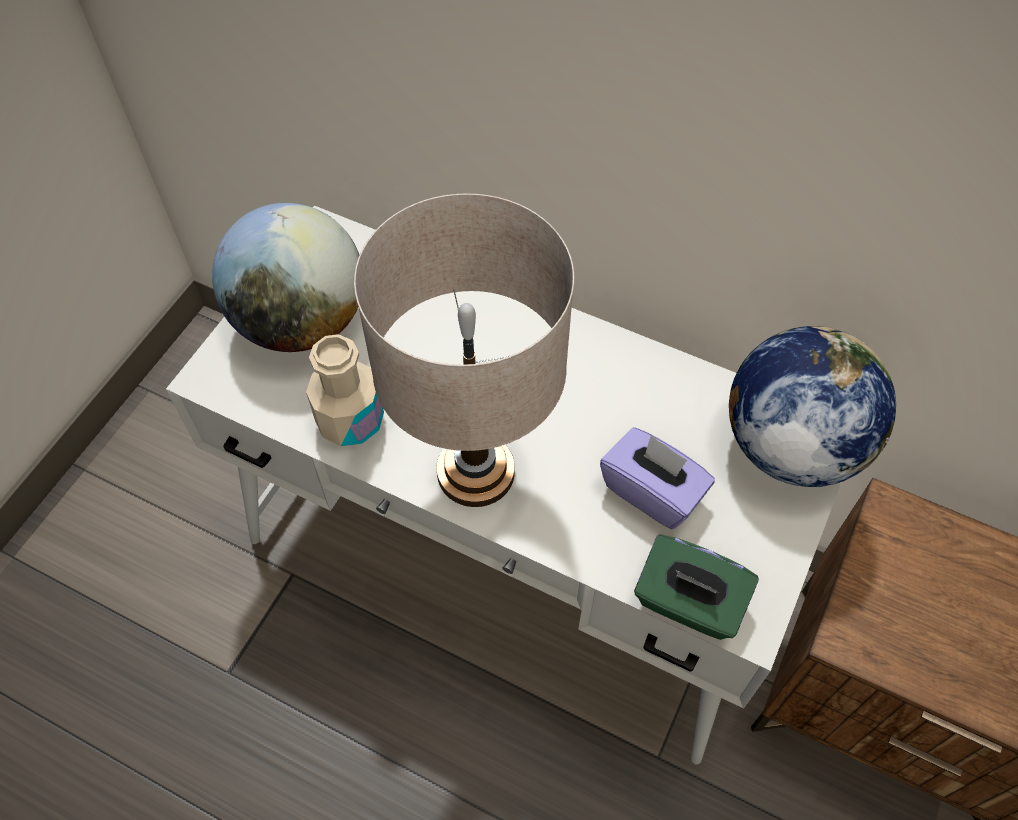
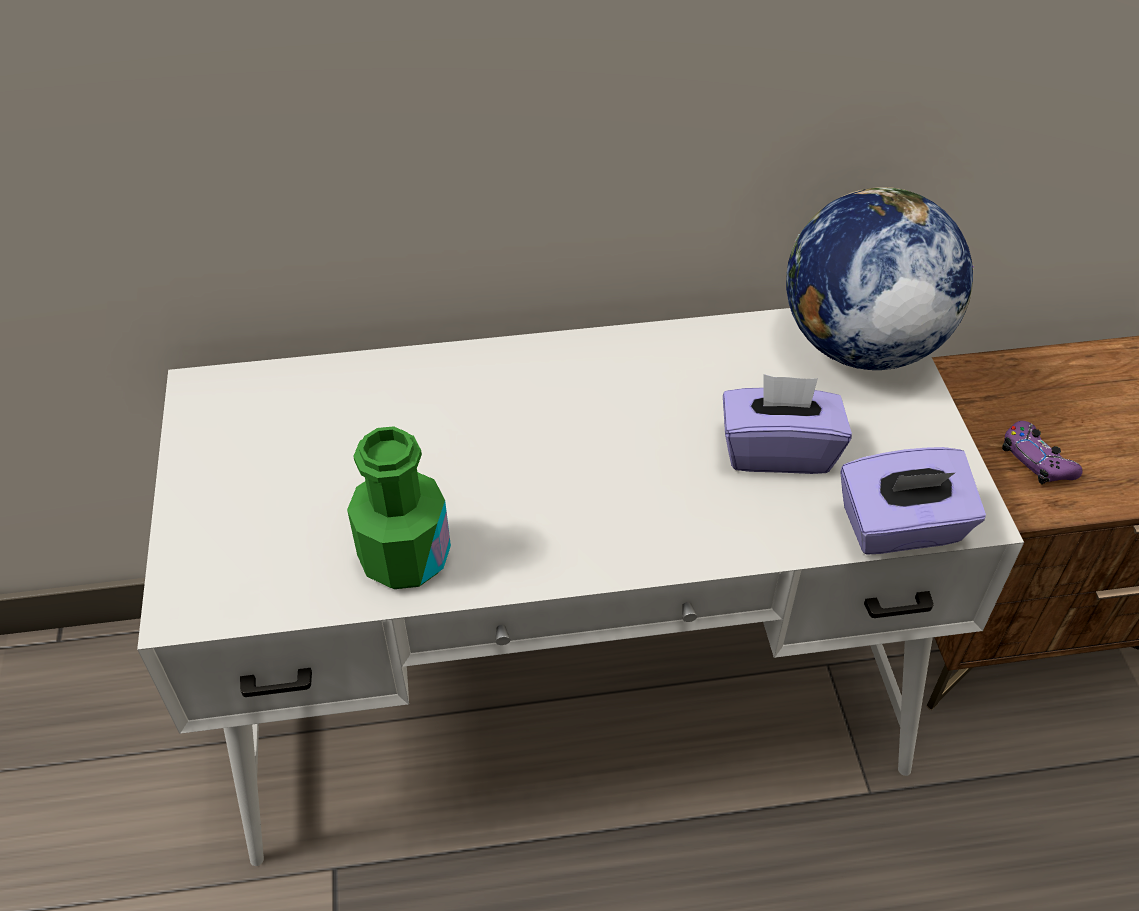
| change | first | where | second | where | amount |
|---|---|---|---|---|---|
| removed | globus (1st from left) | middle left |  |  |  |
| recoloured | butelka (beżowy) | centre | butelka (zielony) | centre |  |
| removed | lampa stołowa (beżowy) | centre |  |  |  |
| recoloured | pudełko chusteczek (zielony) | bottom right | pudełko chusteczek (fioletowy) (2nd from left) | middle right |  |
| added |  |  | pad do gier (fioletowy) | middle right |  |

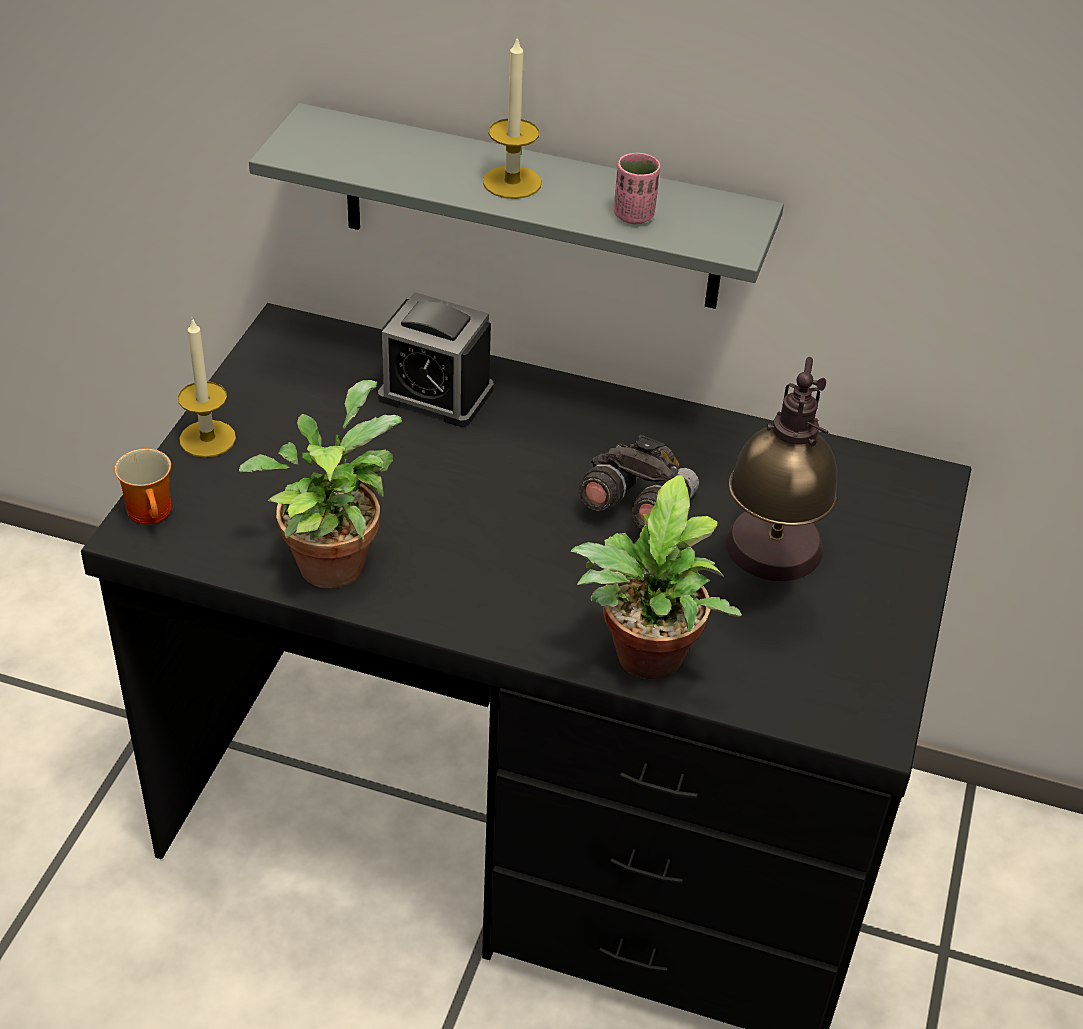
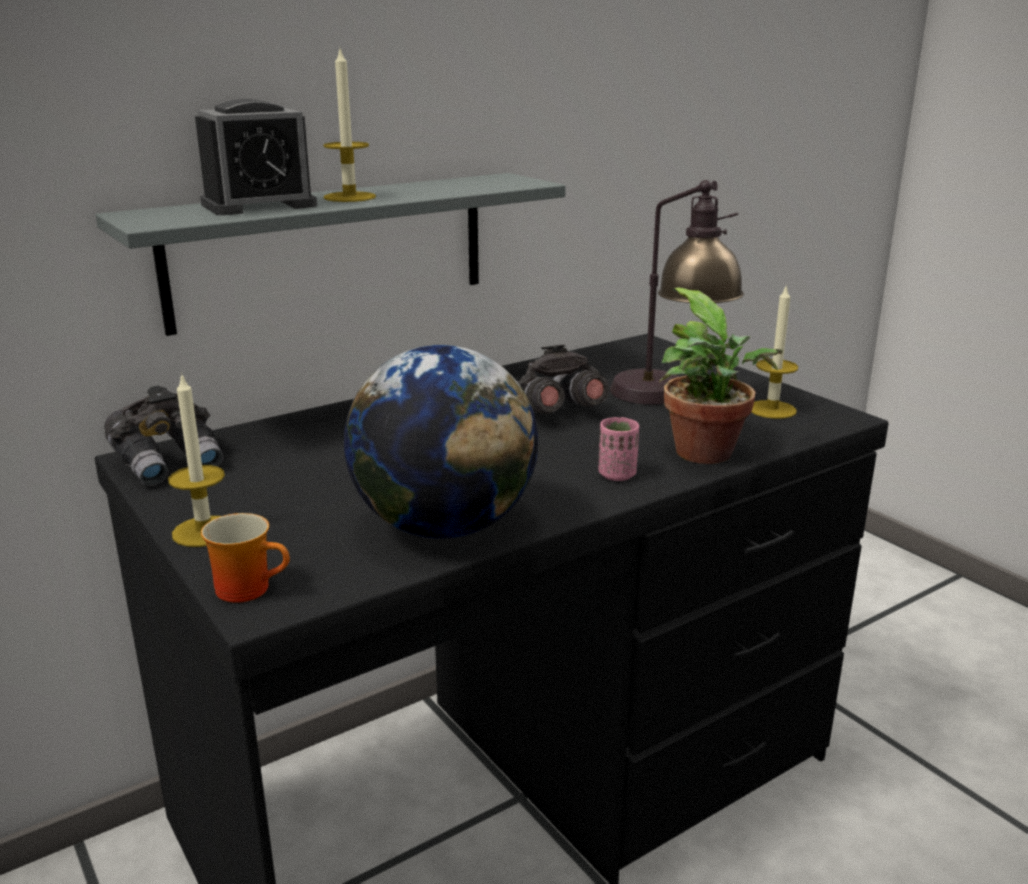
| change | first | where | second | where | amount |
|---|---|---|---|---|---|
| replaced | roślina doniczkowa (1st from left) | middle left | globus | centre |  |
| moved | budzik | centre |  | top left |  |
| moved | filiżanka (różowy) | top centre |  | centre |  |
| added |  |  | lornetka (szary) (1st from left) | middle left |  |
| added |  |  | świeca (3rd from left) | middle right |  |

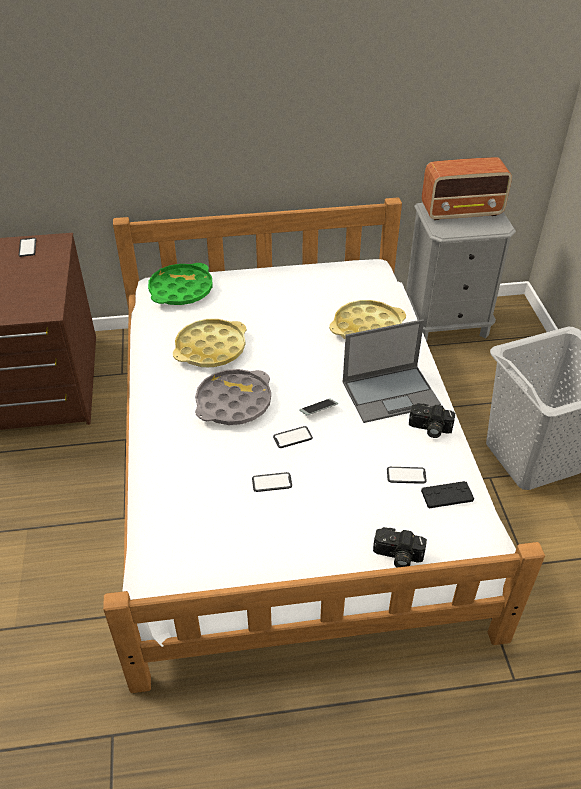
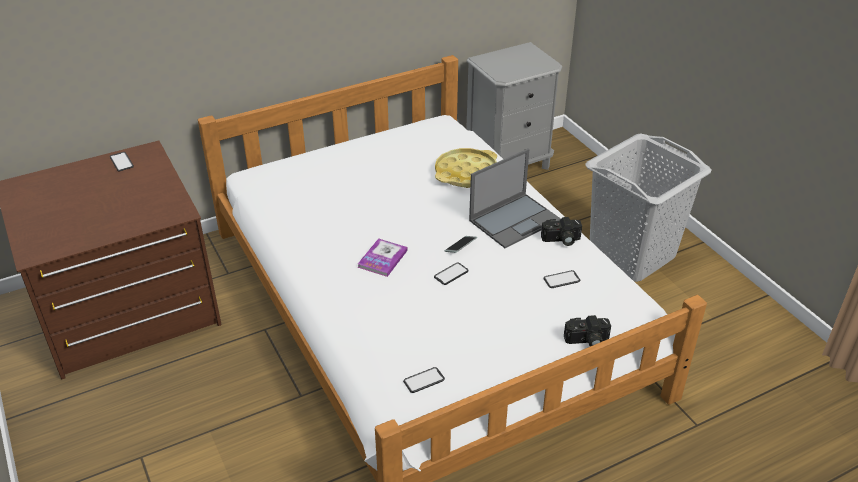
| change | first | where | second | where | amount |
|---|---|---|---|---|---|
| removed | taca (zielony) | middle left |  |  |  |
| removed | taca (żółty) (1st from left) | centre |  |  |  |
| replaced | taca (szary) | centre | książka | centre |  |
| moved | telefon (2nd from left) | centre |  | bottom centre |  |
| removed | pad do gier (czarny) | middle right |  |  |  |
| removed | radio | top right |  |  |  |

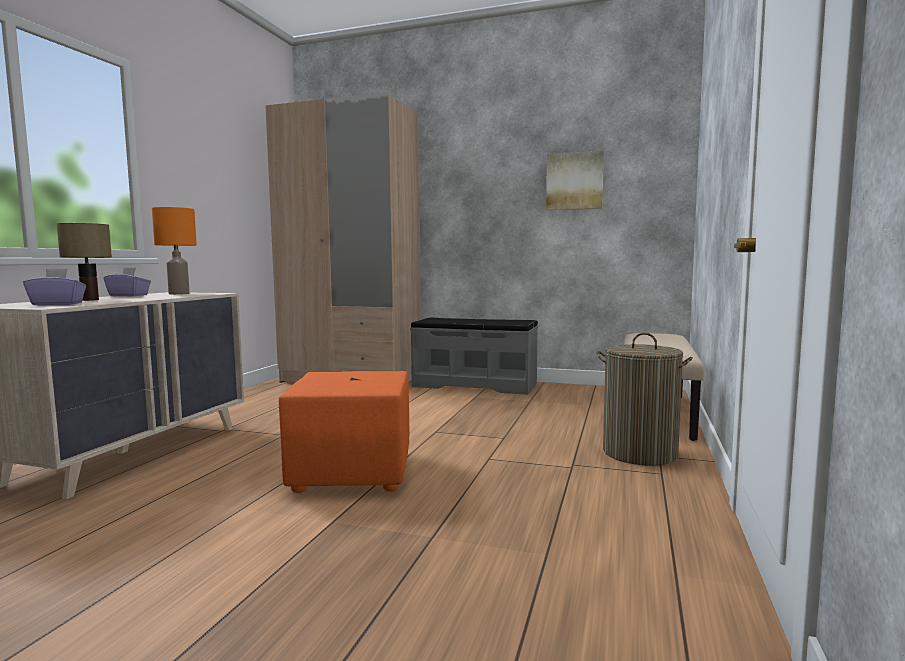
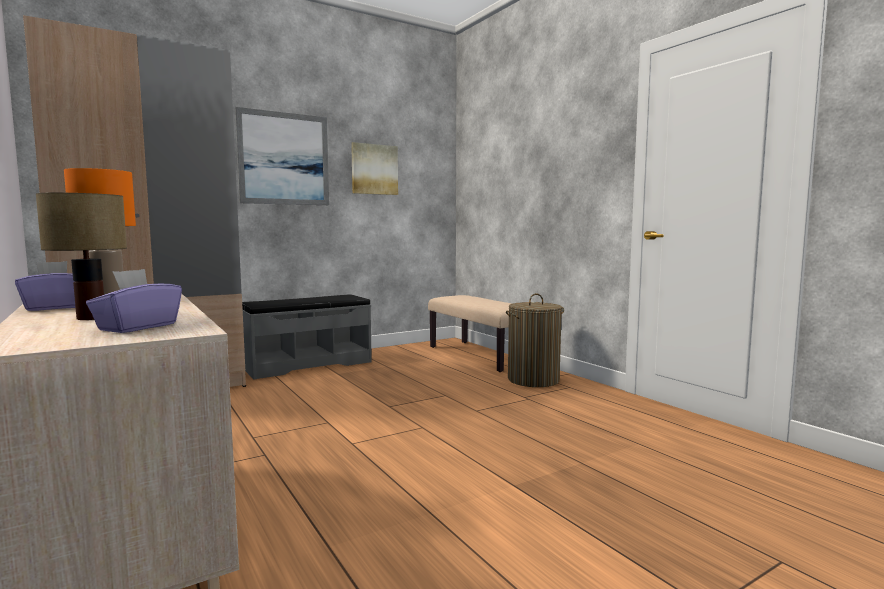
| change | first | where | second | where | amount |
|---|---|---|---|---|---|
| removed | pufa (pomarańczowy) | centre |  |  |  |
| added |  |  | obraz (1st from left) | top left |  |

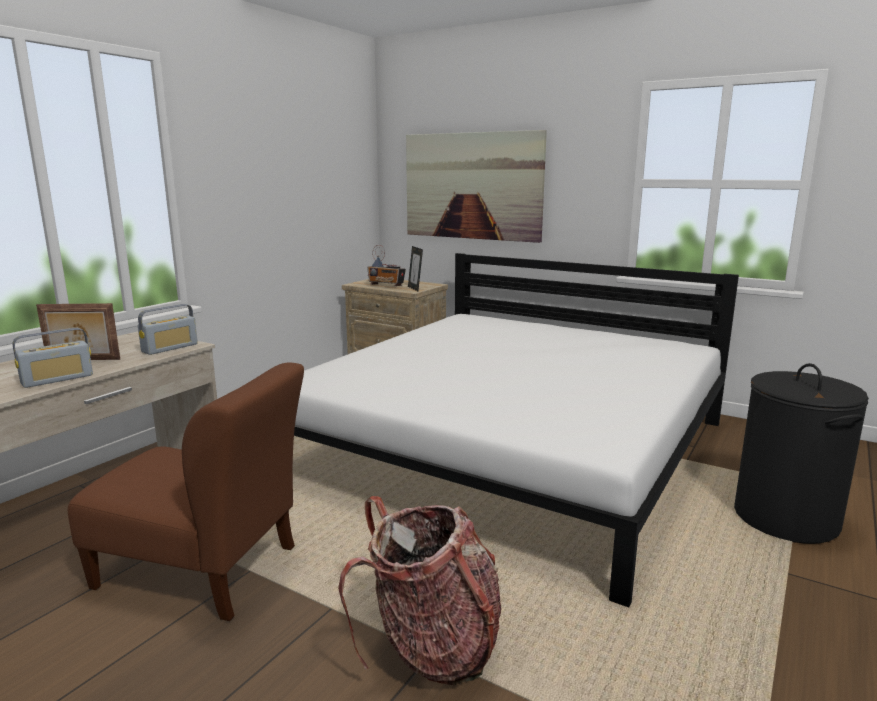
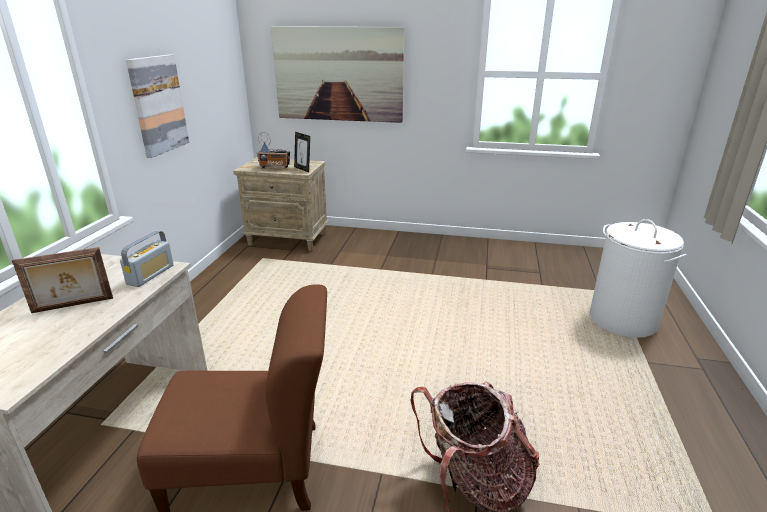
| change | first | where | second | where | amount |
|---|---|---|---|---|---|
| removed | radio (1st from left) | middle left |  |  |  |
| removed | łóżko (biały) | centre |  |  |  |
| recoloured | kosz na pranie (czarny) | middle right | kosz na pranie (biały) | middle right |  |
| added |  |  | obraz (1st from left) | top left |  |

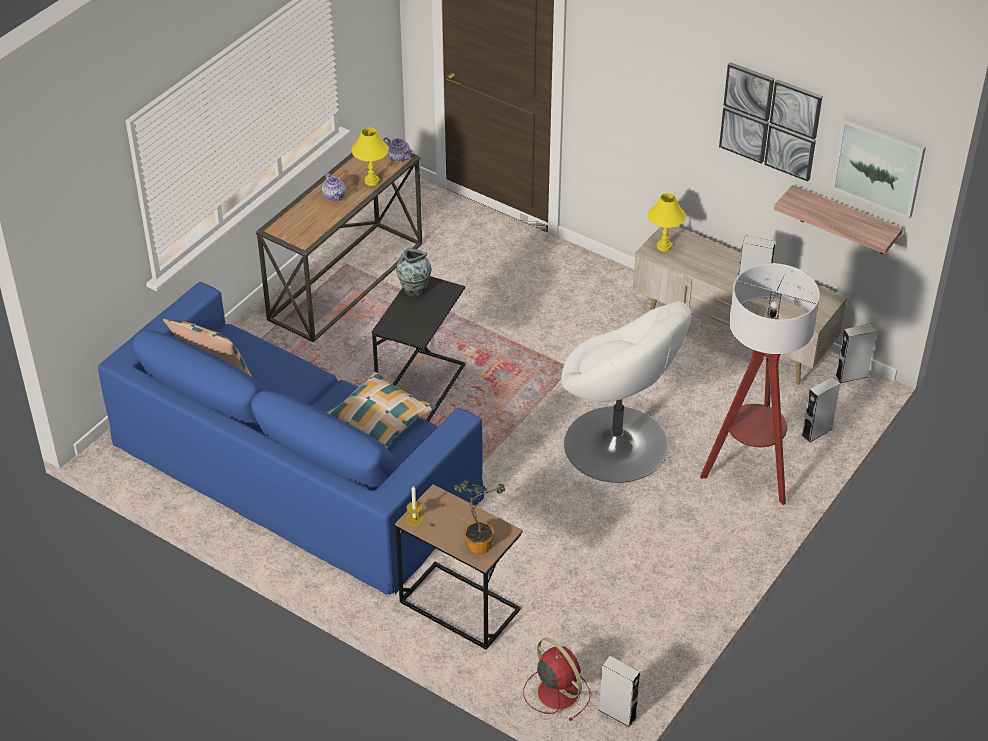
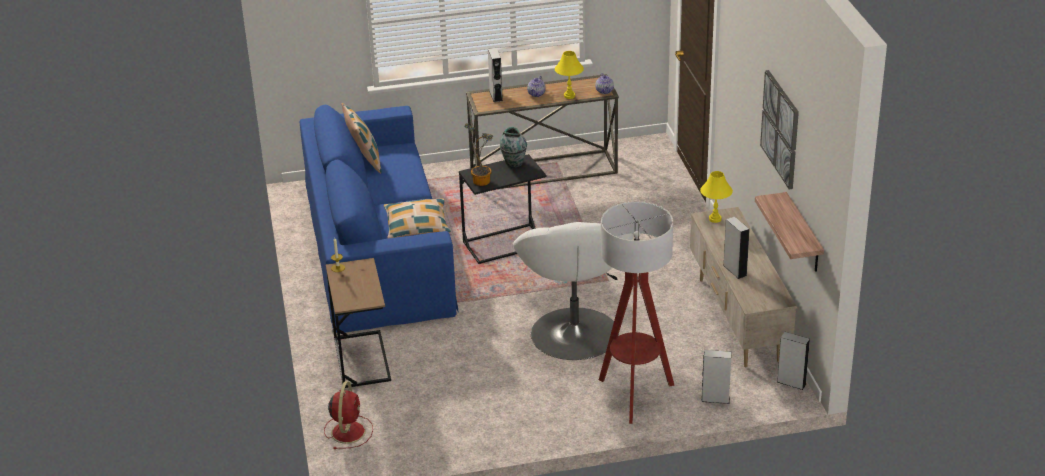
| change | first | where | second | where | amount |
|---|---|---|---|---|---|
| moved | roślina doniczkowa | bottom centre |  | top centre |  |
| moved | głośnik (szary) (1st from left) | bottom centre |  | top centre |  |
| removed | obraz (2nd from left) | top right |  |  |  |

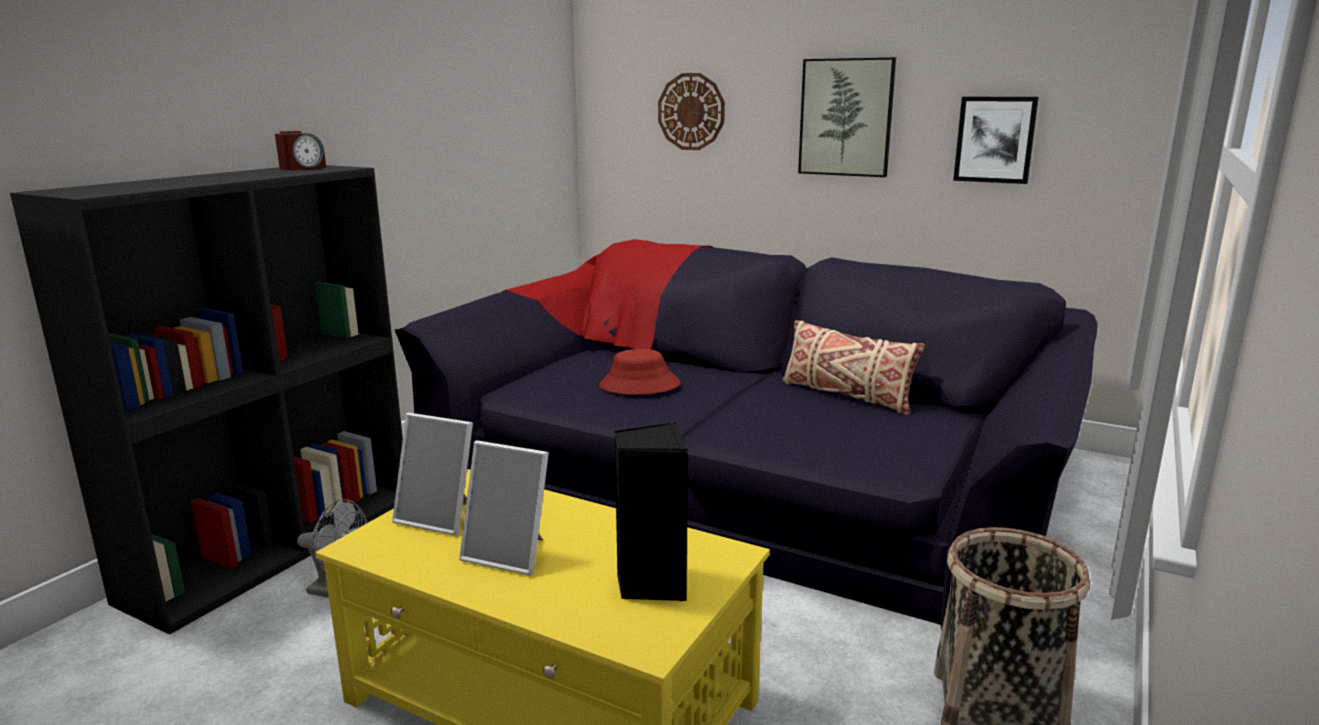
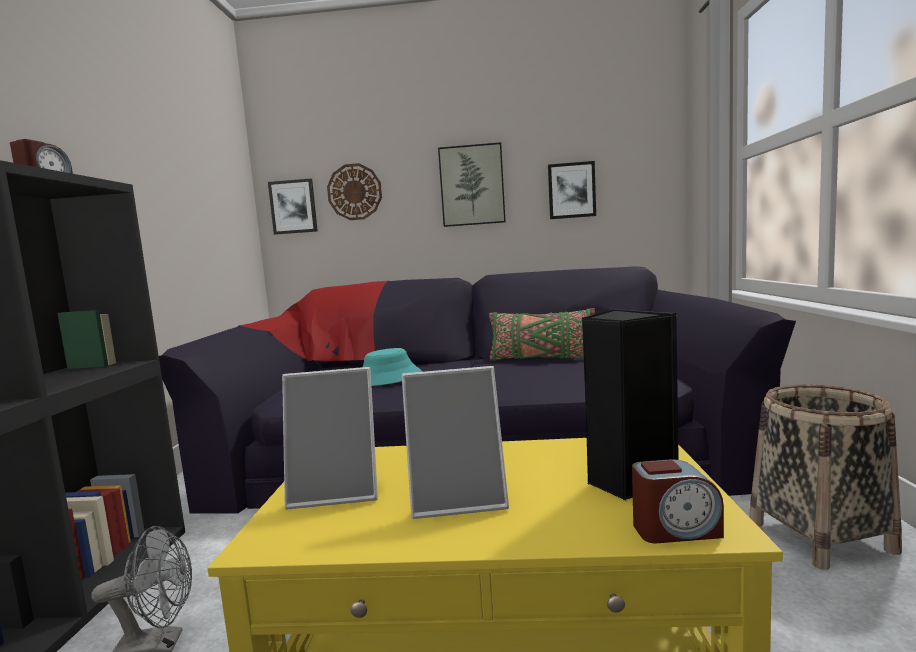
| change | first | where | second | where | amount |
|---|---|---|---|---|---|
| recoloured | kapelusz (czerwony) | centre | kapelusz (turkusowy) | centre |  |
| recoloured | poduszka (beżowy) | centre | poduszka (zielony) | centre |  |
| added |  |  | obraz (1st from left) | top left |  |
| added |  |  | budzik (2nd from left) | bottom right |  |

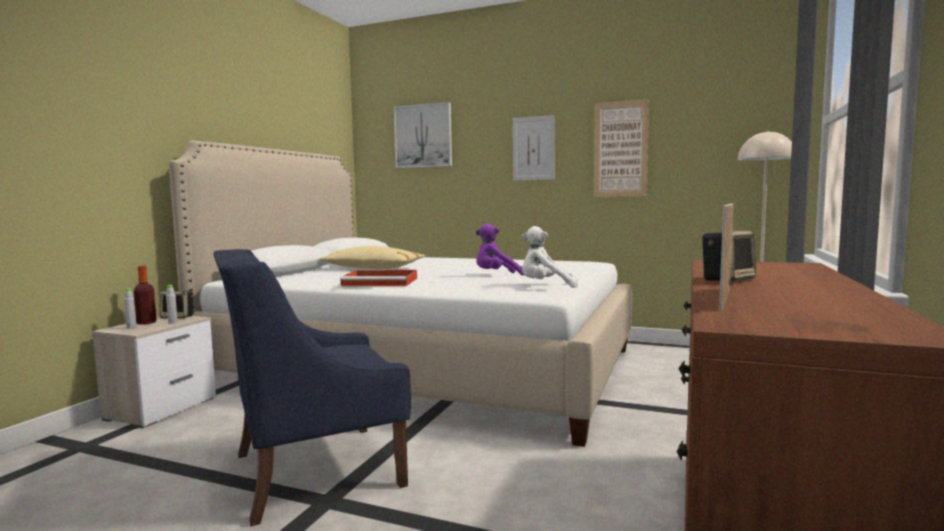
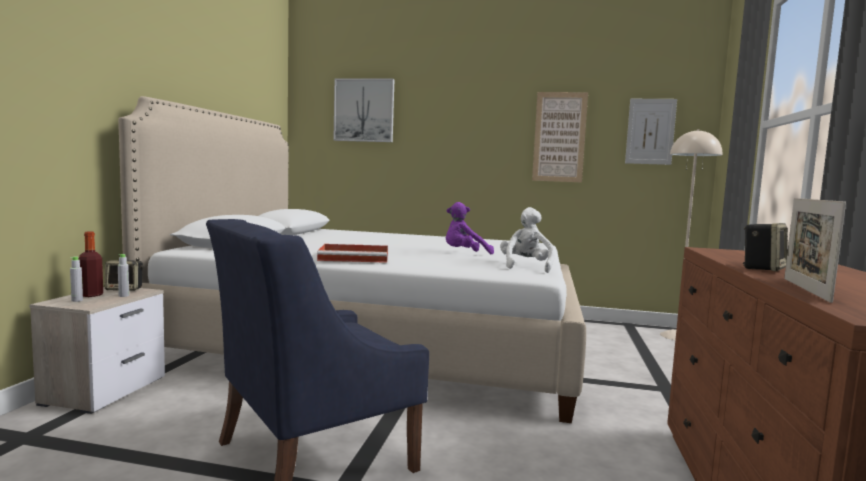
| change | first | where | second | where | amount |
|---|---|---|---|---|---|
| removed | poduszka (beżowy) | centre |  |  |  |
| moved | obraz (2nd from left in the first image) | top centre | obraz (3rd from left) | top right |  |
| turned | pluszak (biały) | centre |  | centre | 105 degrees clockwise |

